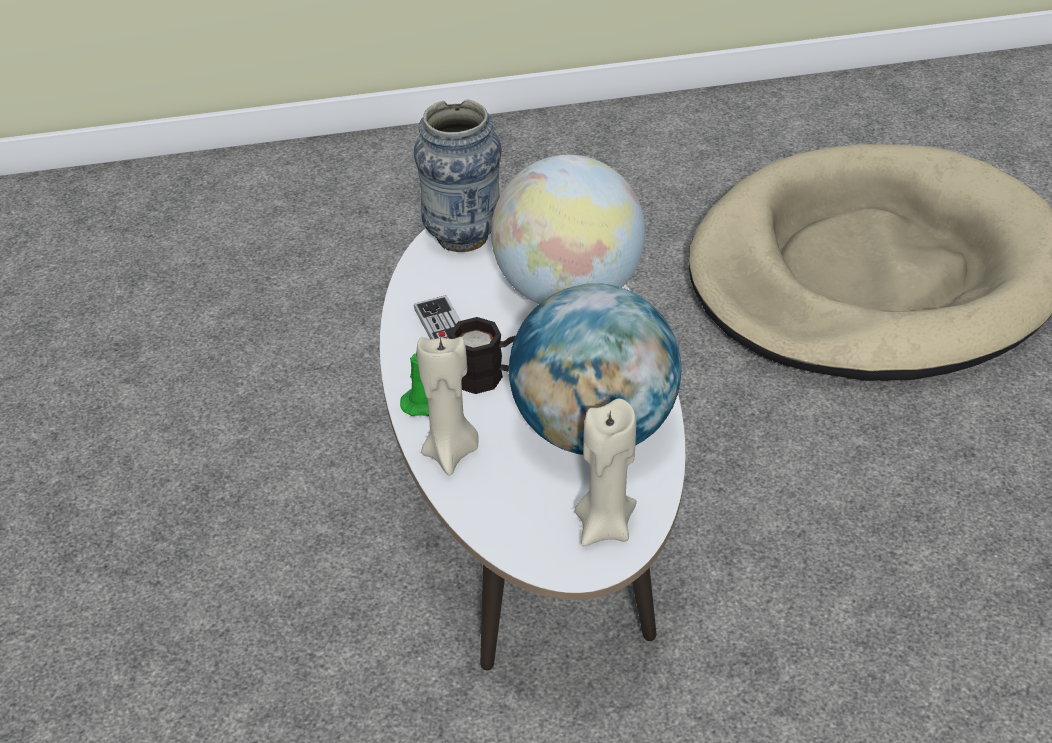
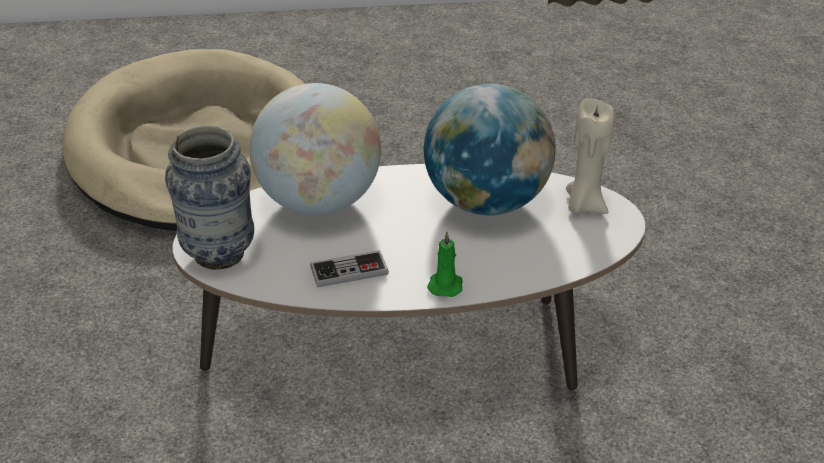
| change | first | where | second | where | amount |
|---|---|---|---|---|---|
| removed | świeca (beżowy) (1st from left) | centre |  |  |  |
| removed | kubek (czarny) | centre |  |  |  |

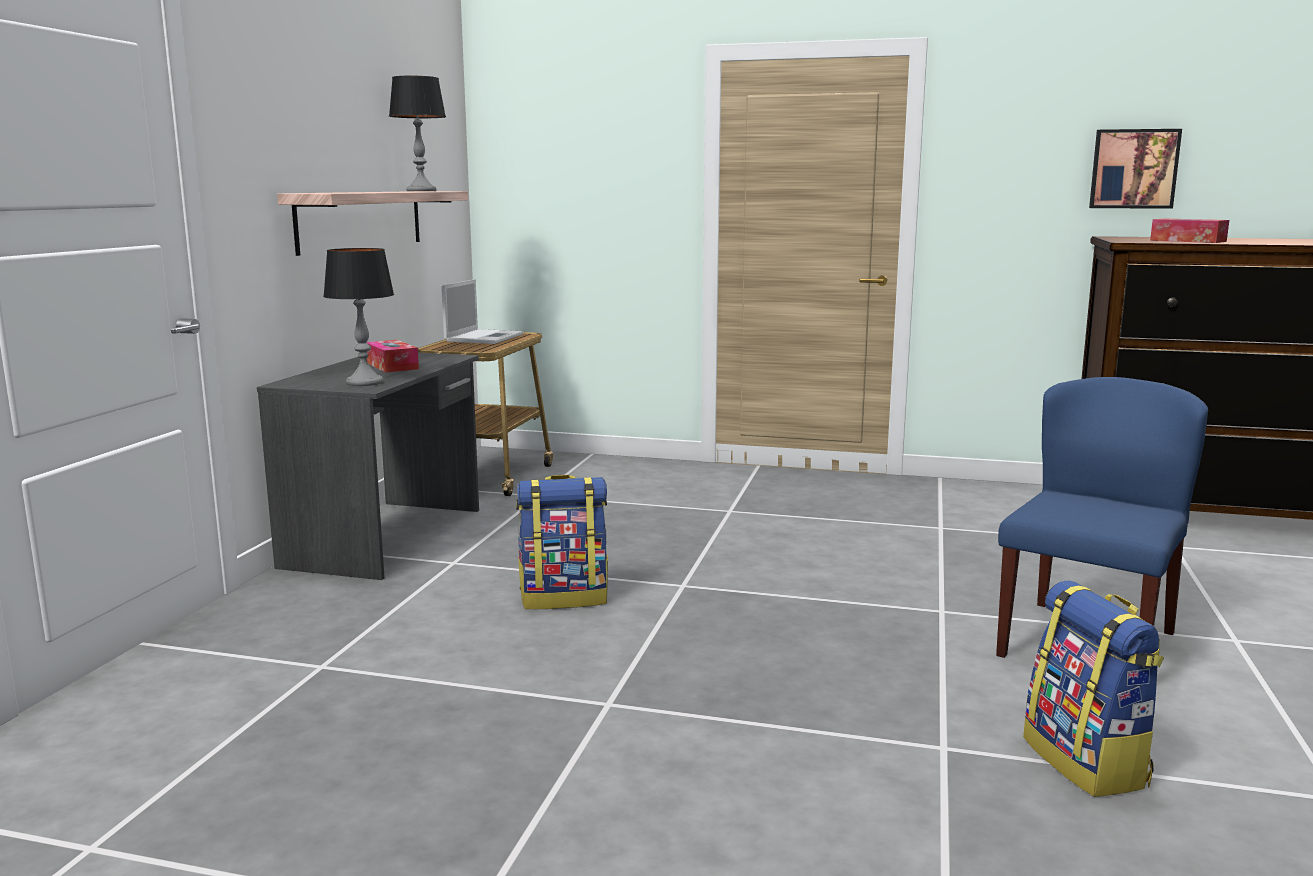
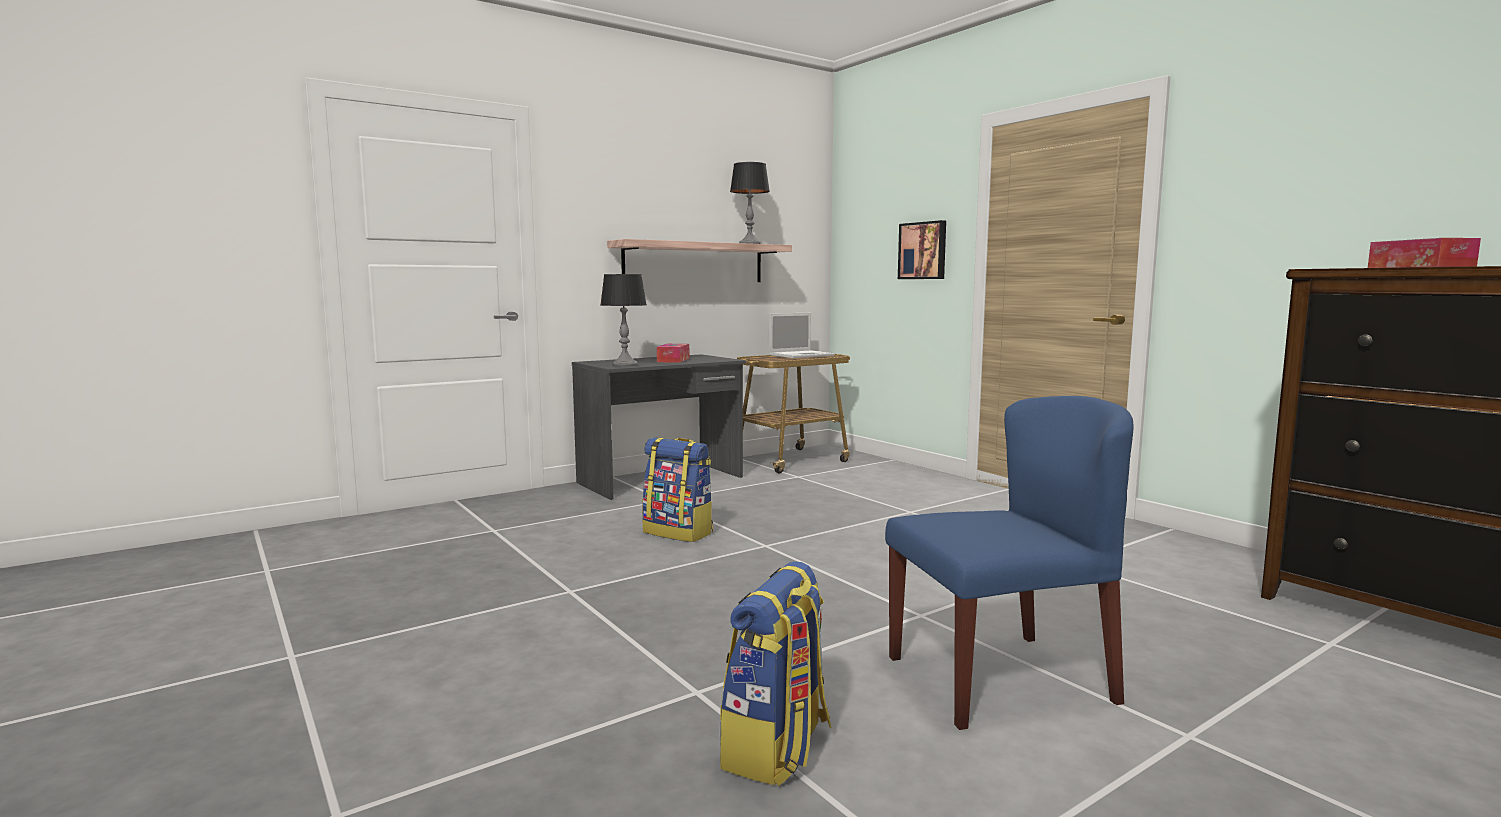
| change | first | where | second | where | amount |
|---|---|---|---|---|---|
| moved | obraz | top right |  | top centre |  |

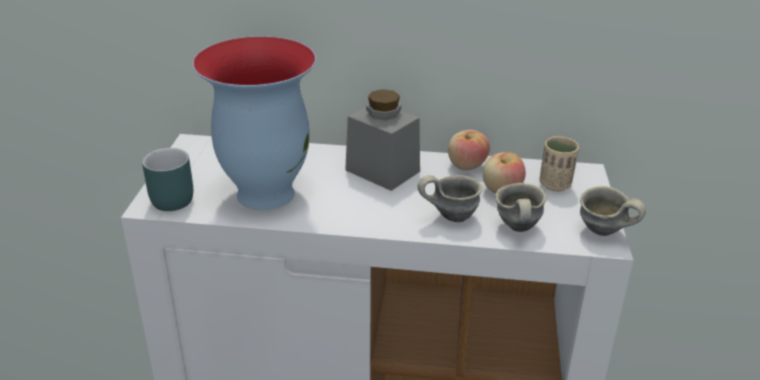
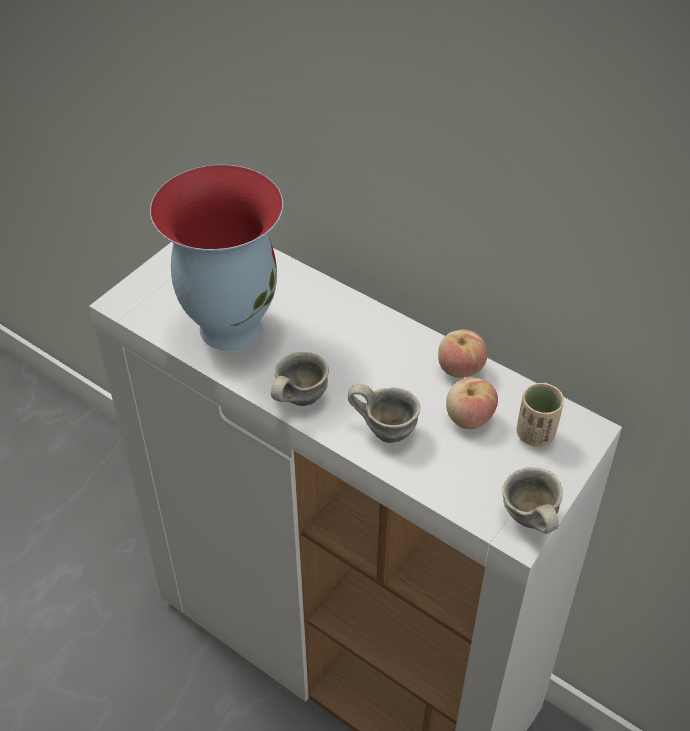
| change | first | where | second | where | amount |
|---|---|---|---|---|---|
| removed | kubek (turkusowy) | middle left |  |  |  |
| removed | słoik (szary) | centre |  |  |  |
| moved | kubek (szary) (2nd from left in the first image) | middle right | kubek (szary) (1st from left) | centre |  |

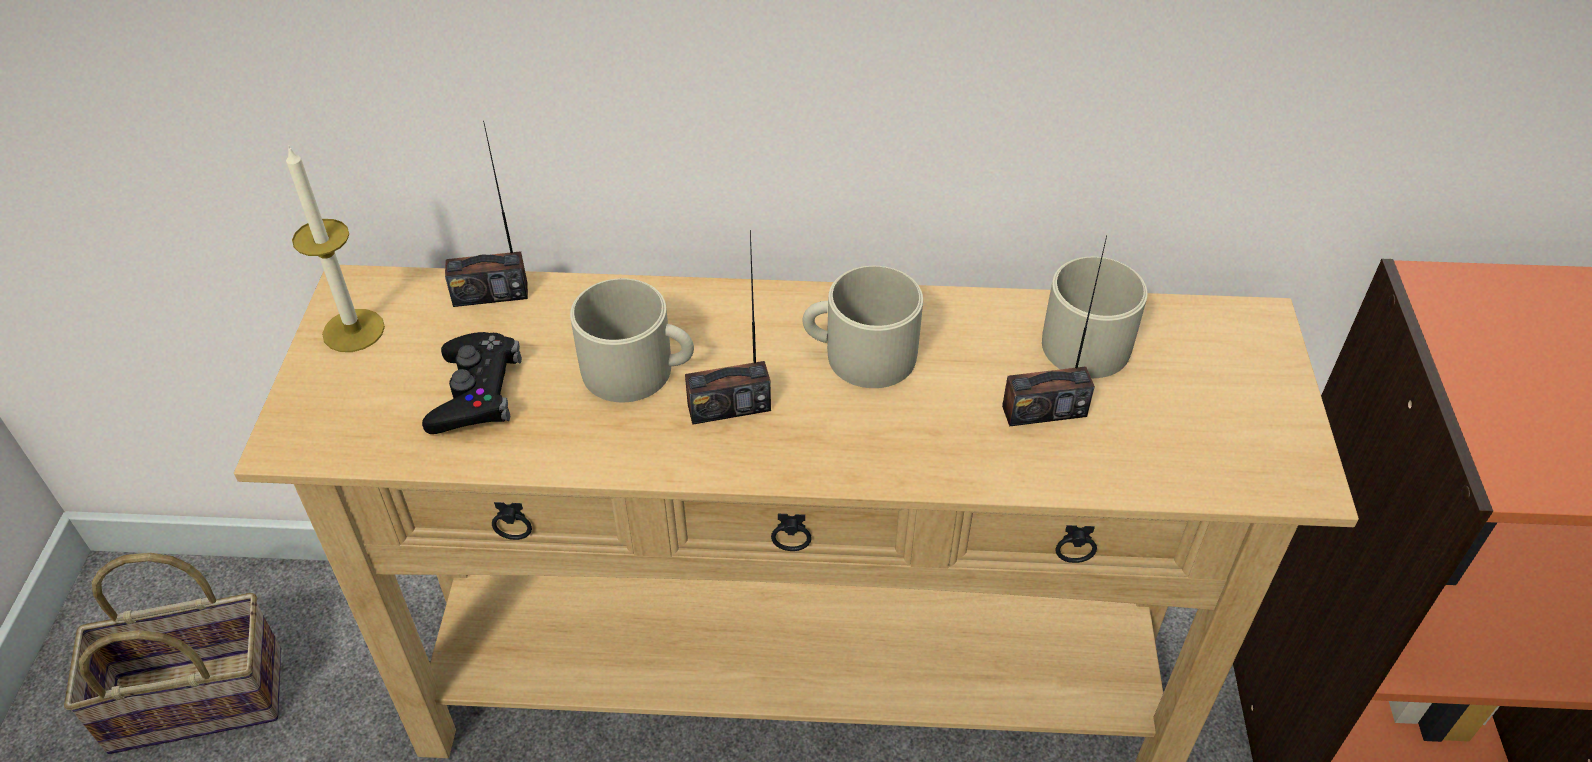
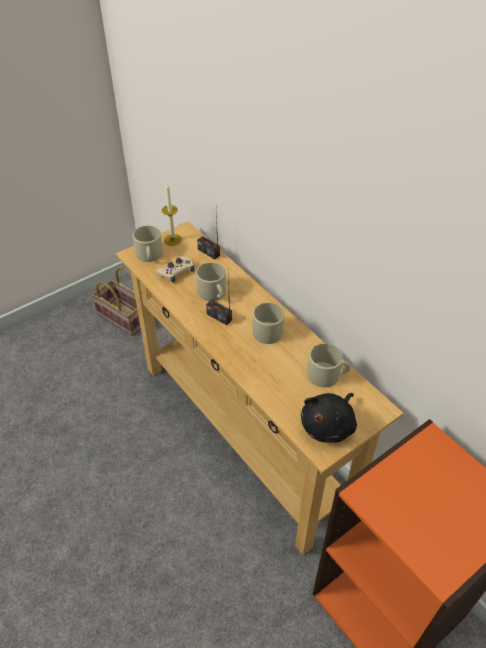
| change | first | where | second | where | amount |
|---|---|---|---|---|---|
| recoloured | pad do gier (czarny) | middle left | pad do gier (beżowy) | centre |  |
| removed | radio (3rd from left) | centre |  |  |  |
| added |  |  | kubek (beżowy) (1st from left) | middle left |  |
| added |  |  | pluszak (czarny) | middle right |  |

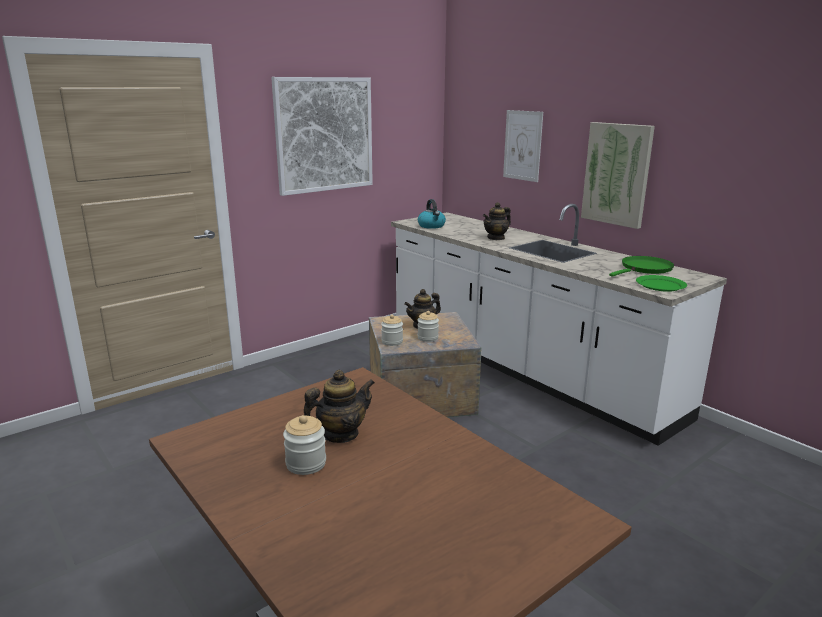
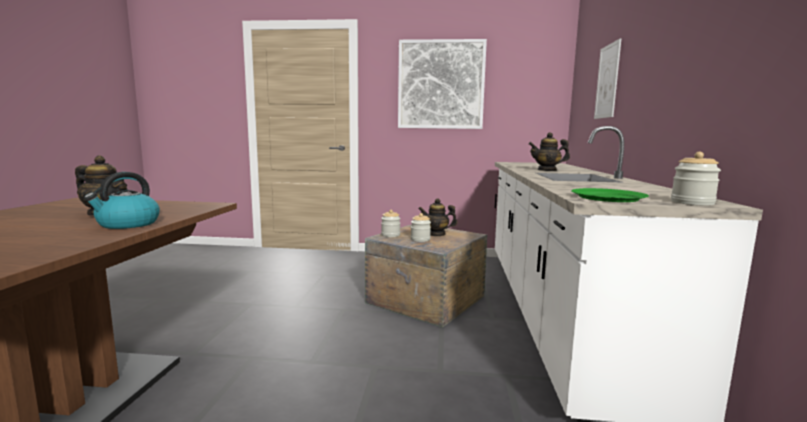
| change | first | where | second | where | amount |
|---|---|---|---|---|---|
| moved | słoik (1st from left in the first image) | bottom centre | słoik (3rd from left) | middle right |  |
| moved | czajnik | centre |  | middle left |  |
| removed | obraz (3rd from left) | top right |  |  |  |
| removed | patelnia (zielony) | middle right |  |  |  |

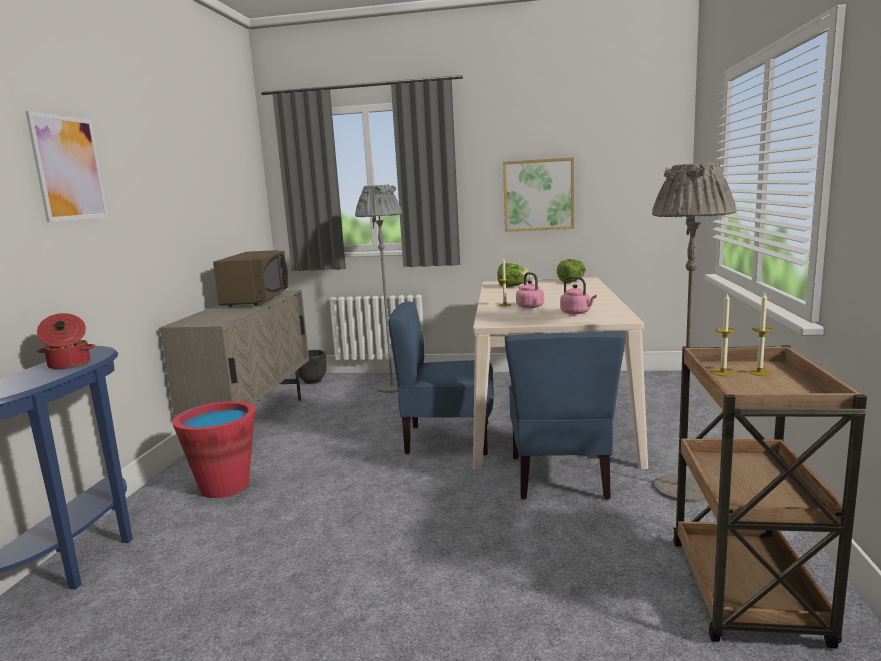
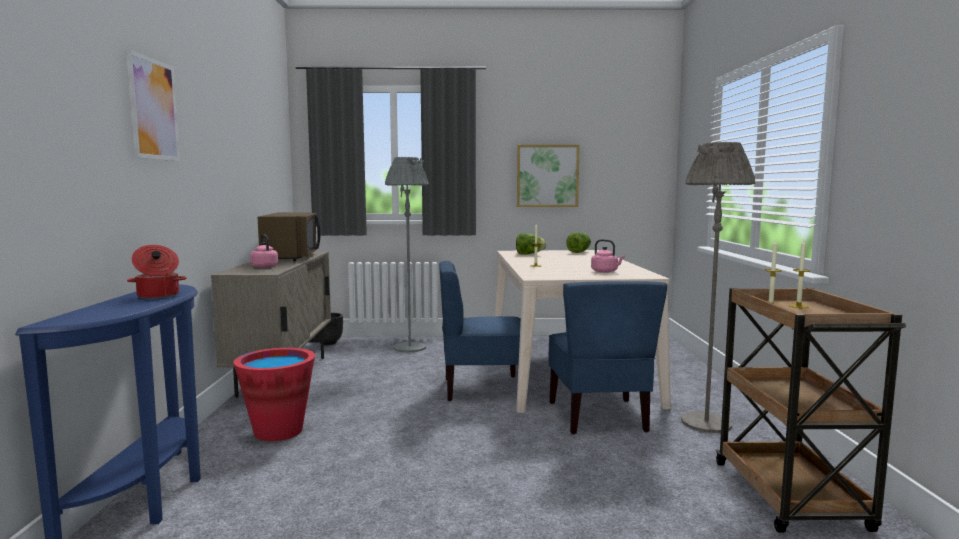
| change | first | where | second | where | amount |
|---|---|---|---|---|---|
| moved | czajnik (różowy) (1st from left) | centre |  | middle left |  |

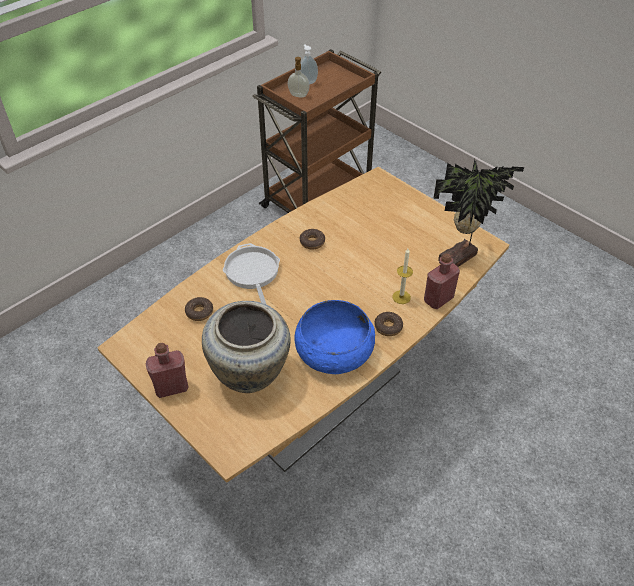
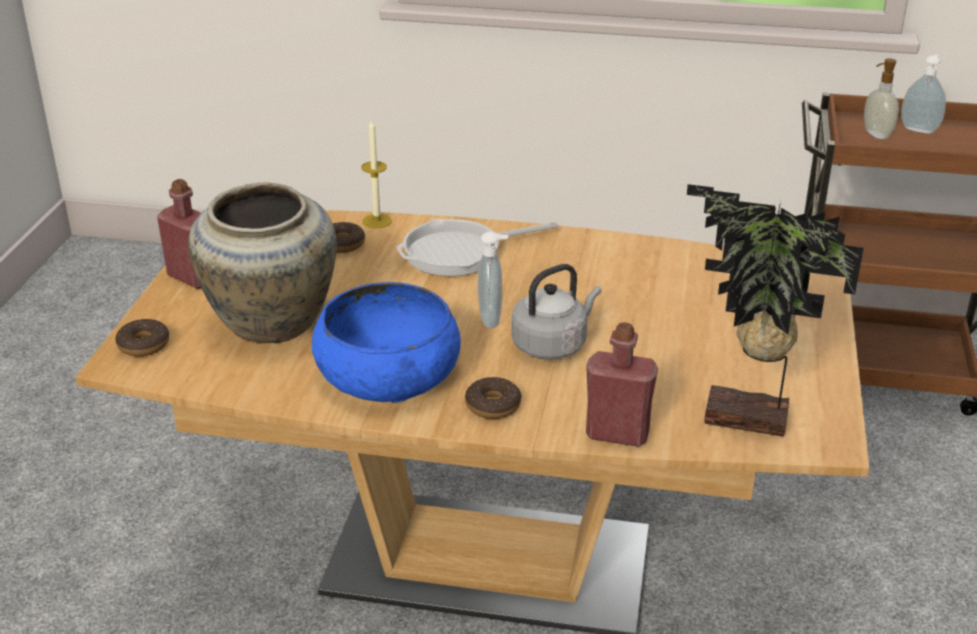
| change | first | where | second | where | amount |
|---|---|---|---|---|---|
| turned | patelnia | centre |  | centre | 150 degrees counterclockwise |
| moved | donut (2nd from left in the first image) | centre | donut (1st from left) | middle left |  |
| moved | świeca | centre |  | top centre |  |
| added |  |  | dozownik mydła (1st from left) | centre |  |
| added |  |  | czajnik (szary) | centre |  |

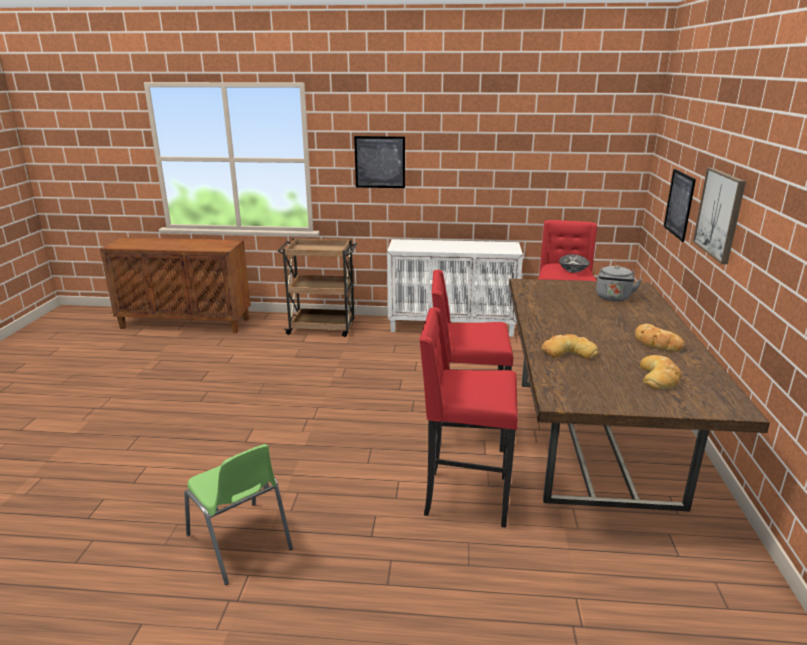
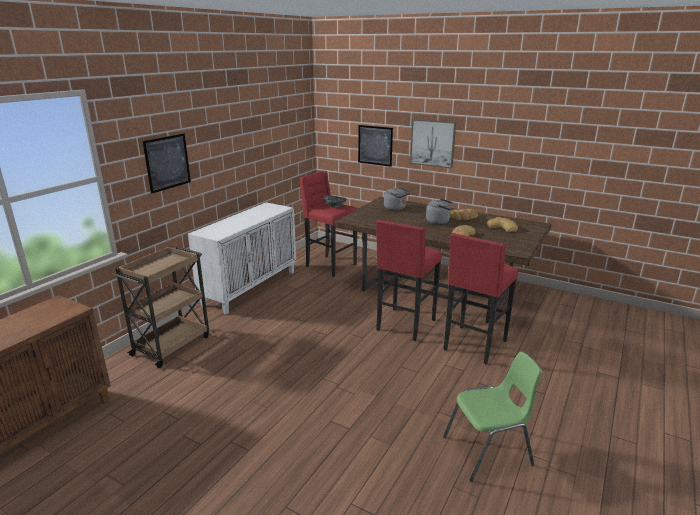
| change | first | where | second | where | amount |
|---|---|---|---|---|---|
| added |  |  | czajnik (szary) (2nd from left) | centre |  |

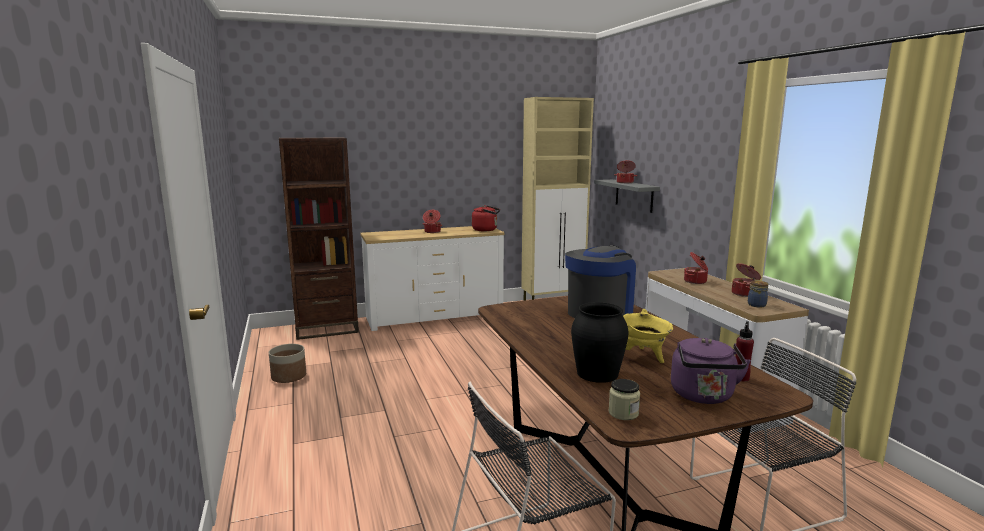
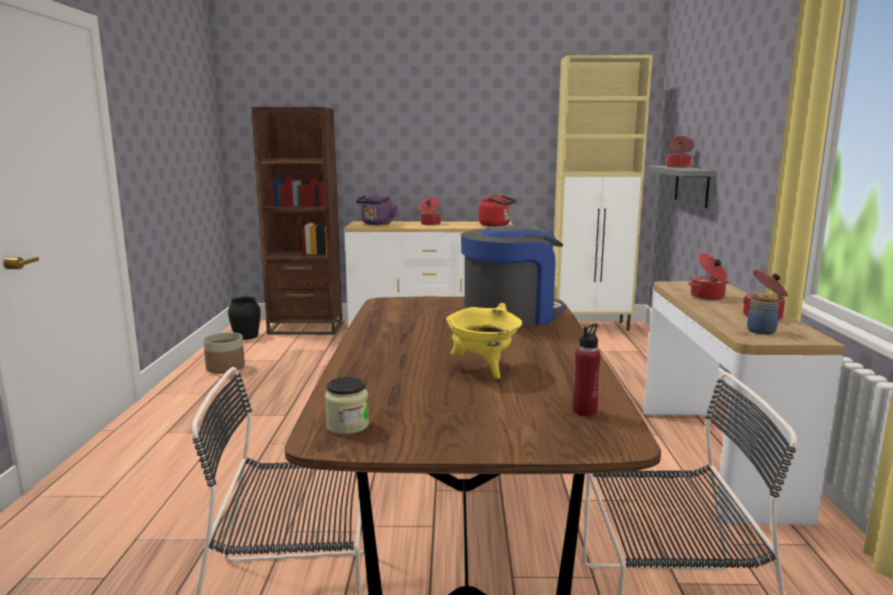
| change | first | where | second | where | amount |
|---|---|---|---|---|---|
| moved | wazon (czarny) | centre |  | middle left |  |
| moved | czajnik (fioletowy) | bottom right |  | centre |  |

